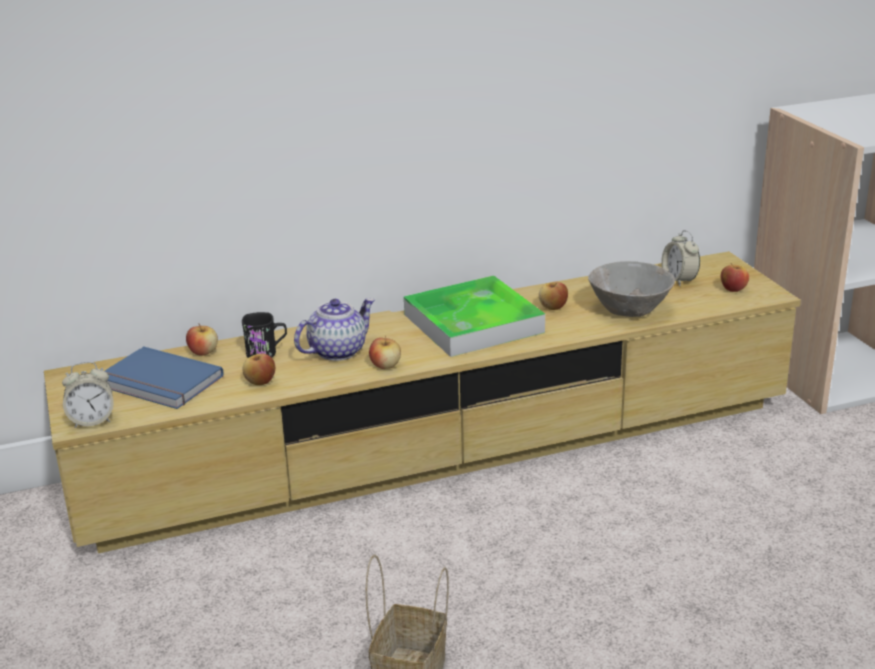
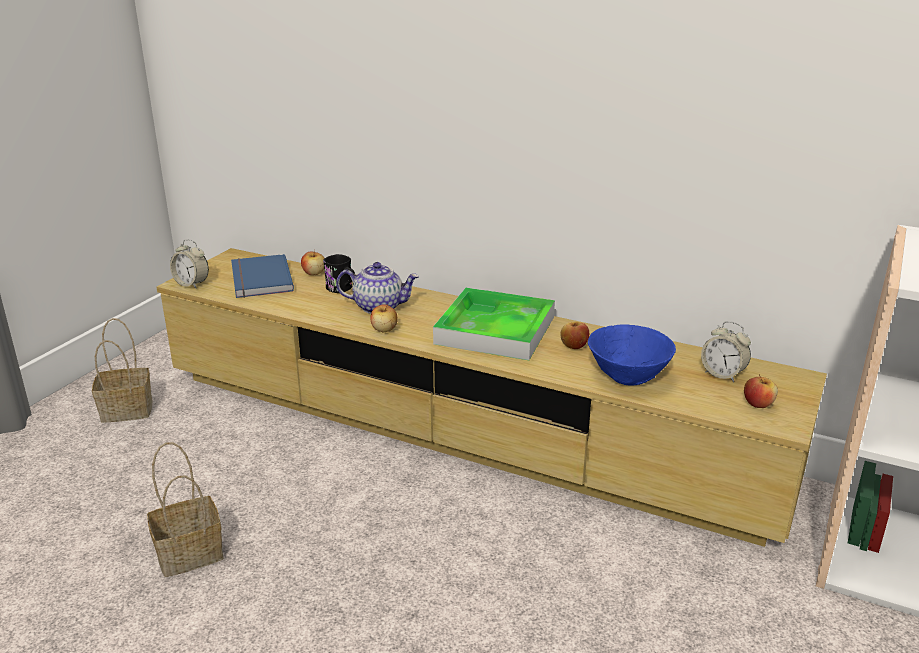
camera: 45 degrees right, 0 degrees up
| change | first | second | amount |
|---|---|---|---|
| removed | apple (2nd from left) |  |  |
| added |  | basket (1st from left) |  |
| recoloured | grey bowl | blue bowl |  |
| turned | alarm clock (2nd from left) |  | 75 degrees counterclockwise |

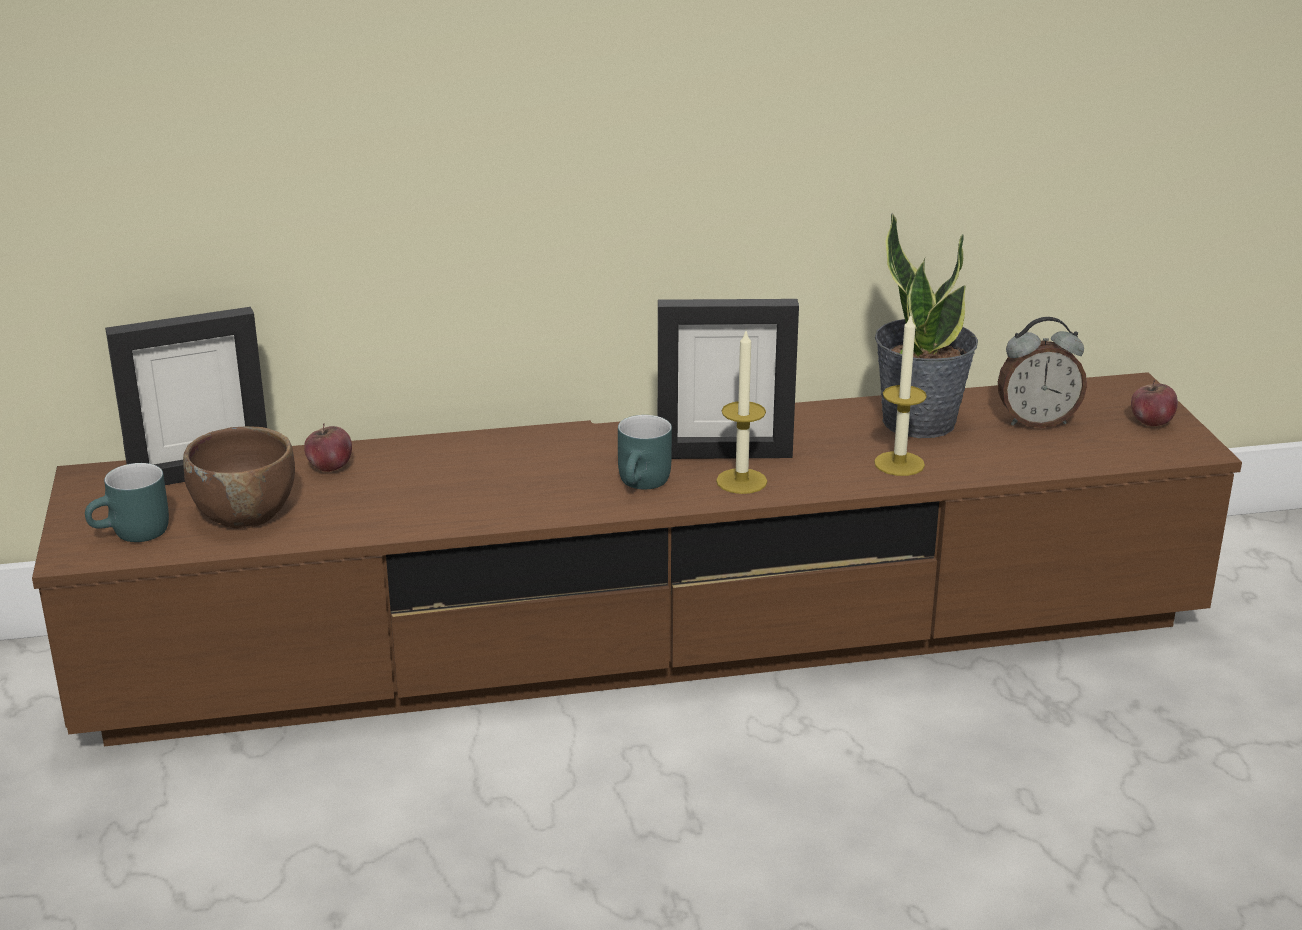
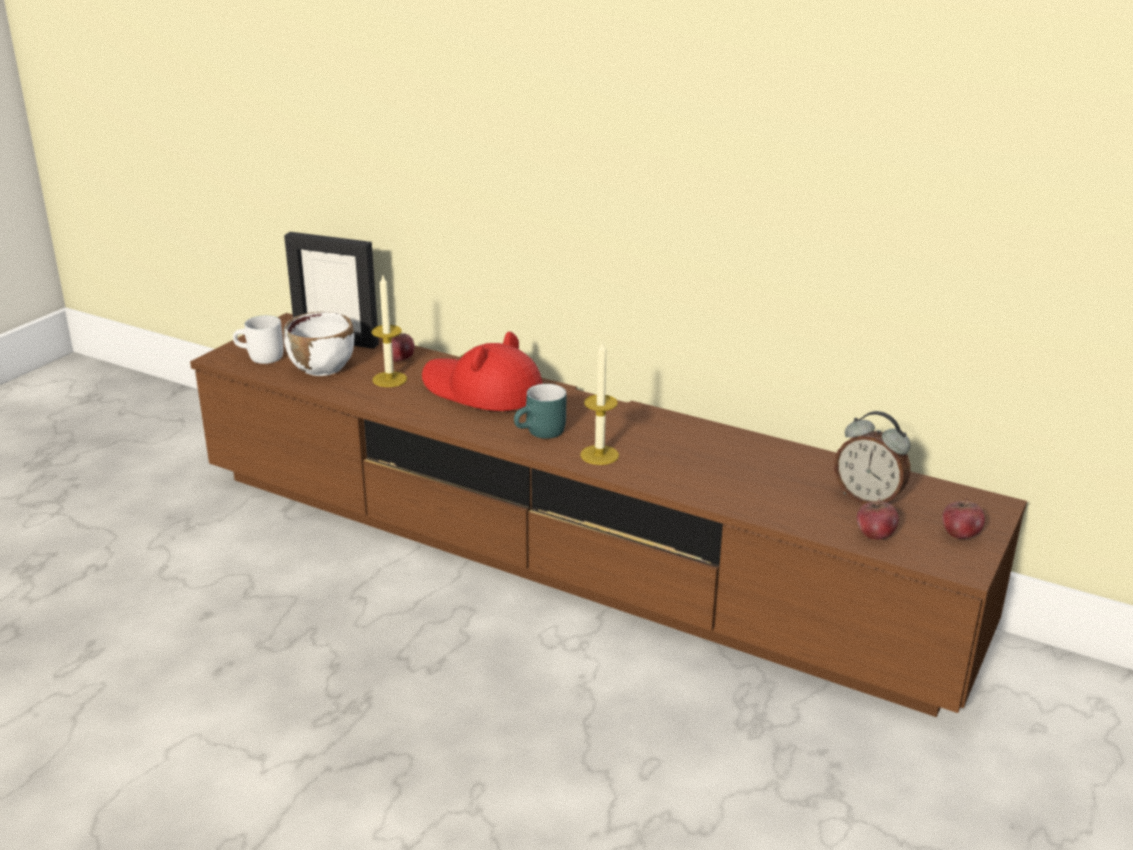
camera: 40 degrees right, 0 degrees up
| change | first | second | amount |
|---|---|---|---|
| removed | picture frame (2nd from left) |  |  |
| removed | potted plant |  |  |
| added |  | red hat |  |
| added |  | apple (2nd from left) |  |
| moved | candle (2nd from left in the first image) | candle (1st from left) |  |
| recoloured | turquoise mug (1st from left) | white mug |  |
| recoloured | brown bowl | white bowl |  |

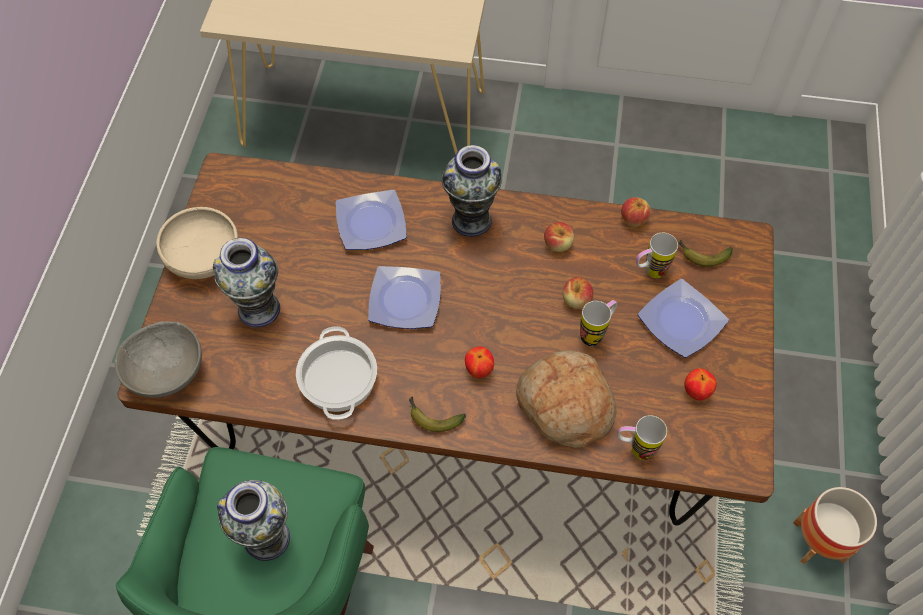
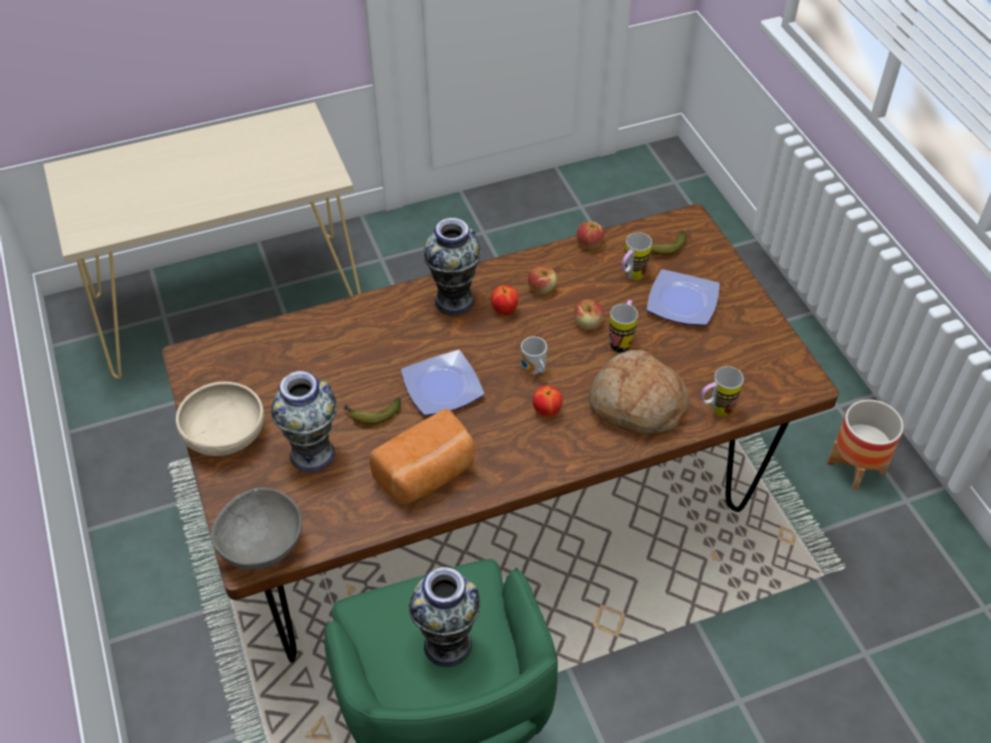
camera: 30 degrees left, 10 degrees down
| change | first | second | amount |
|---|---|---|---|
| removed | plate (1st from left) |  |  |
| added |  | mug (1st from left) |  |
| moved | banana (1st from left) |  |  |
| moved | apple (5th from left in the first image) | apple (1st from left) |  |
| replaced | cooking pot | bread (1st from left) |  |

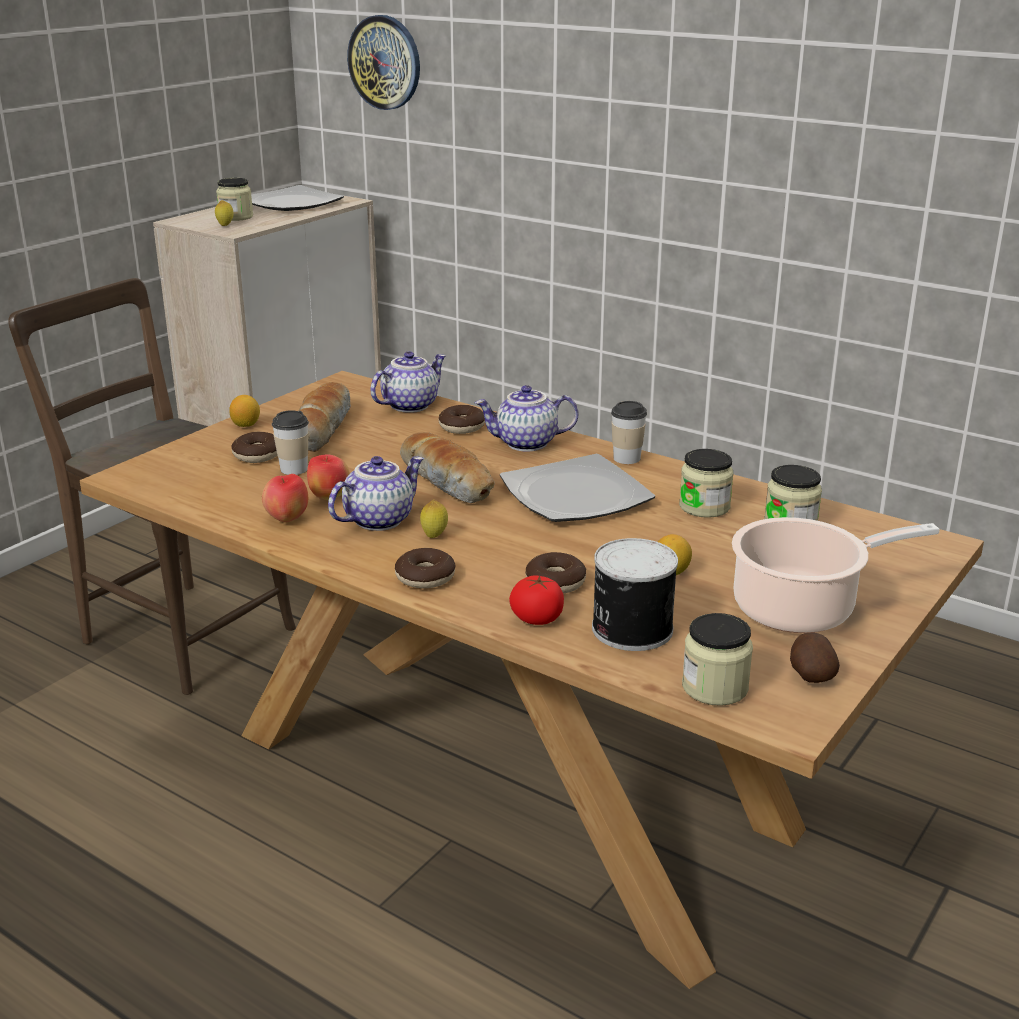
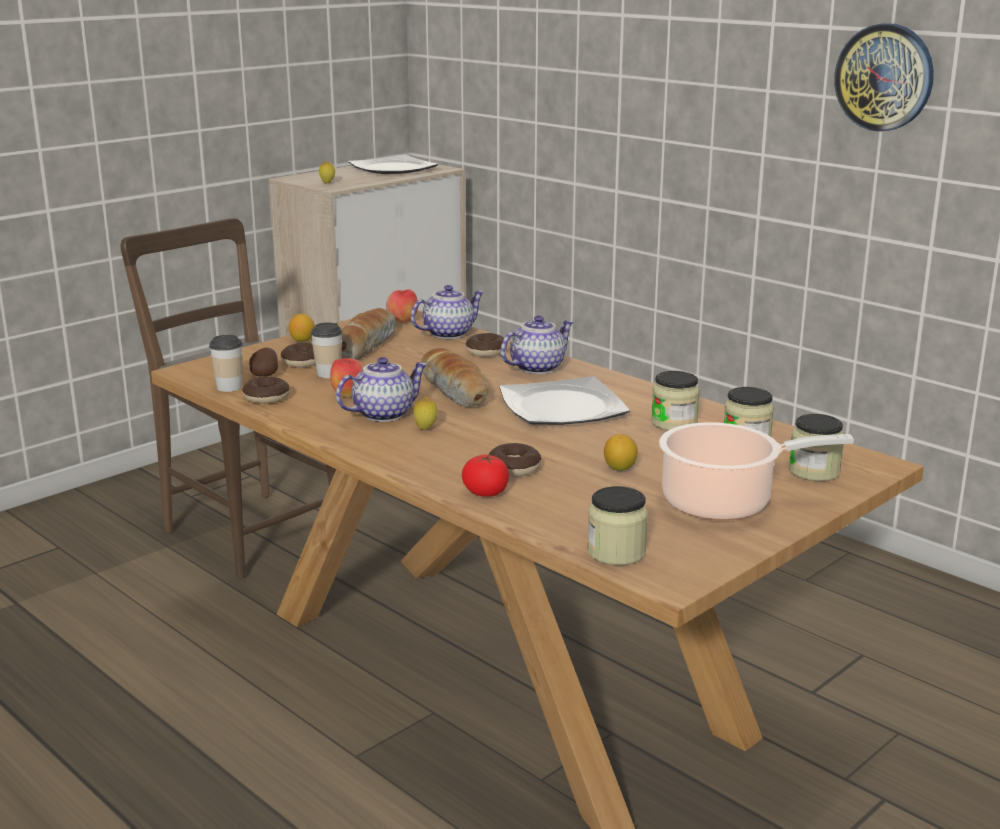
camera: 10 degrees right, 5 degrees down
| change | first | second | amount |
|---|---|---|---|
| removed | can |  |  |
| moved | jar (1st from left in the first image) | jar (4th from left) |  |
| moved | apple (1st from left in the first image) | apple (2nd from left) |  |
| moved | wall clock |  |  |
| moved | donut (2nd from left in the first image) | donut (1st from left) |  |
| moved | cup (2nd from left in the first image) | cup (1st from left) |  |
| moved | potato |  |  |
| turned | teapot (3rd from left) |  | 135 degrees clockwise |

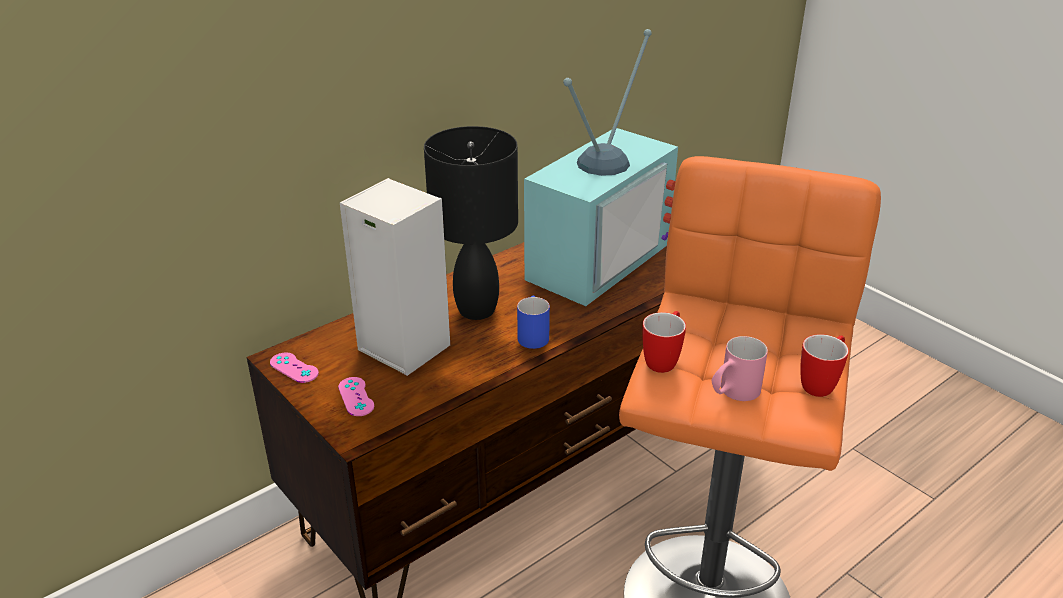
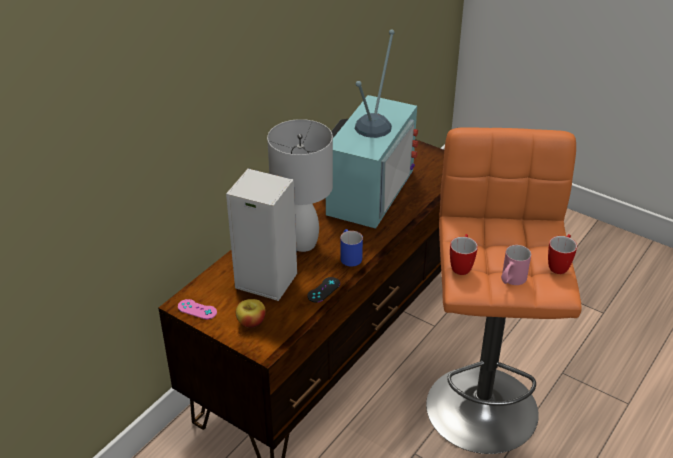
camera: 15 degrees left, 5 degrees up
| change | first | second | amount |
|---|---|---|---|
| added |  | black game controller |  |
| replaced | pink game controller (2nd from left) | apple |  |
| recoloured | black table lamp | white table lamp |  |

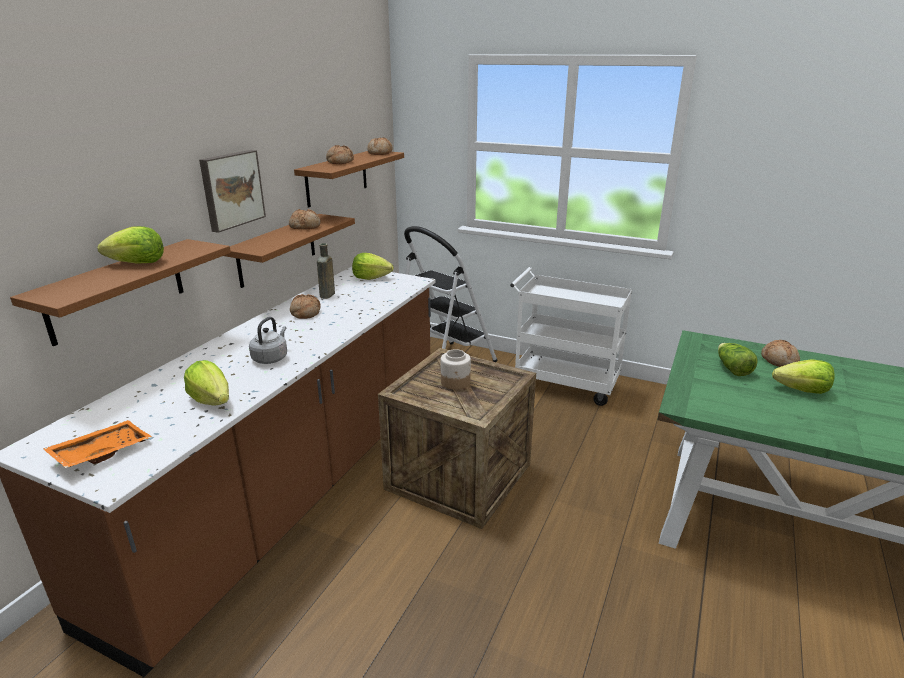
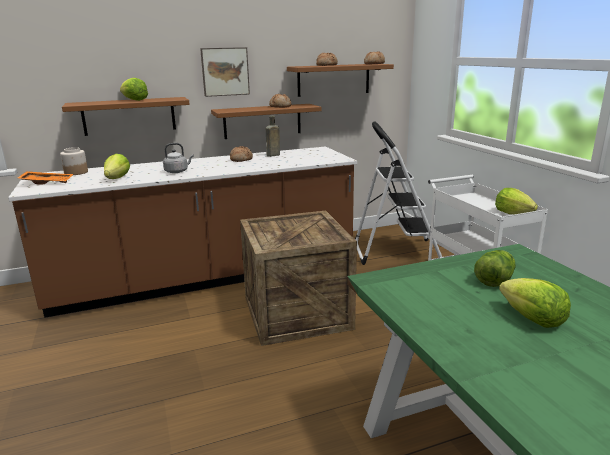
camera: 45 degrees right, 5 degrees down
| change | first | second | amount |
|---|---|---|---|
| removed | bread (5th from left) |  |  |
| moved | lettuce (3rd from left in the first image) | lettuce (4th from left) |  |
| moved | jar |  |  |

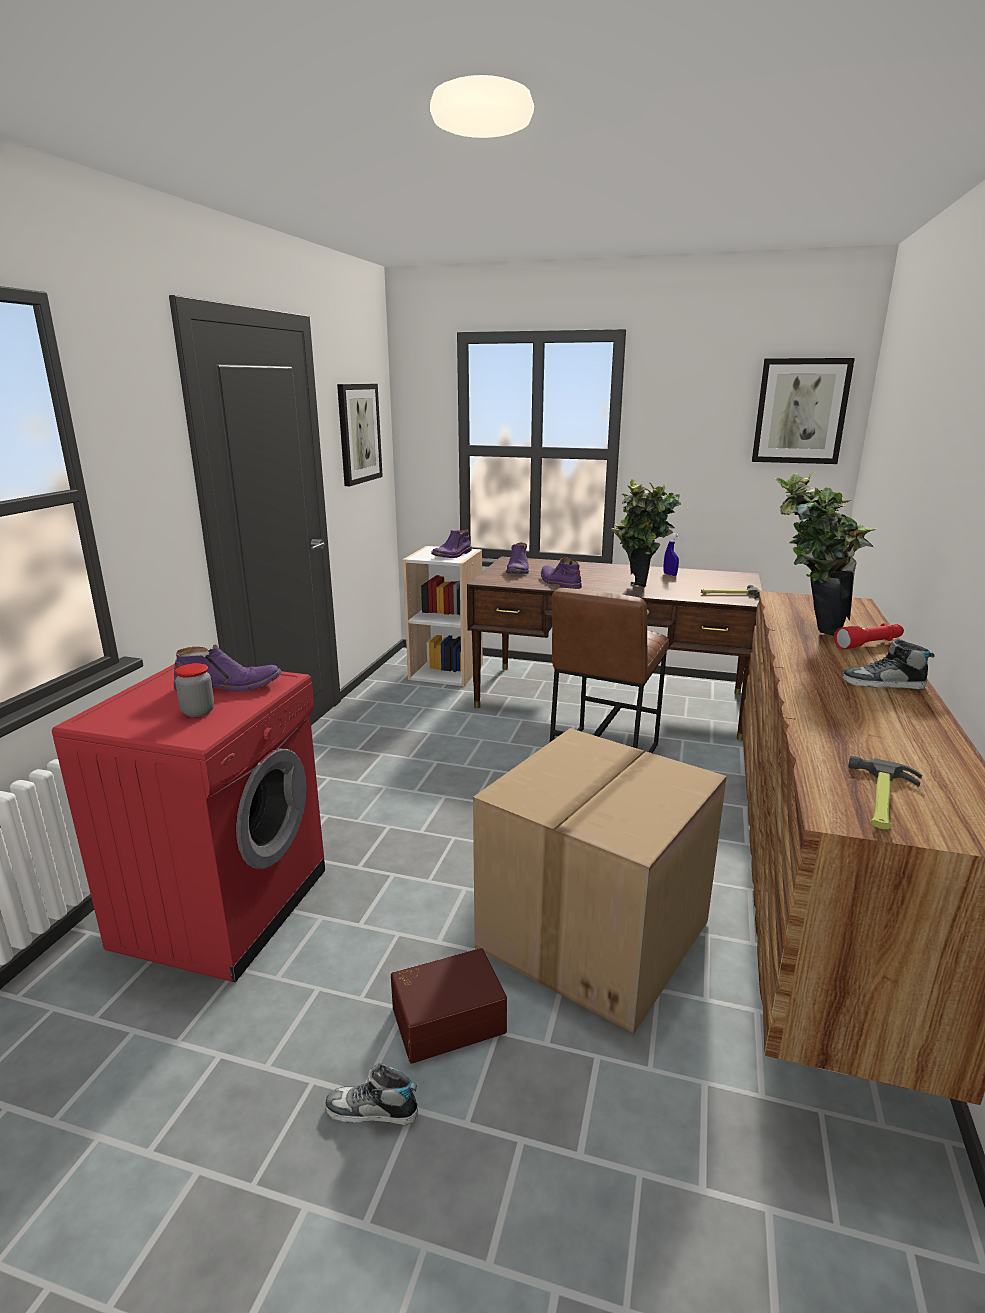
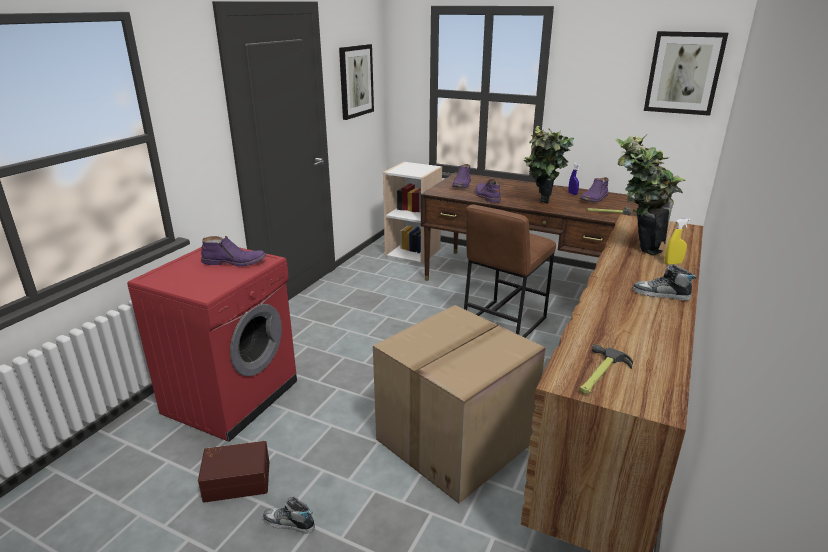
camera: 10 degrees right, 5 degrees up
| change | first | second | amount |
|---|---|---|---|
| removed | jar |  |  |
| moved | brown storage box |  |  |
| moved | purple boot (2nd from left in the first image) | purple boot (4th from left) |  |
| replaced | red flashlight | yellow spray bottle |  |

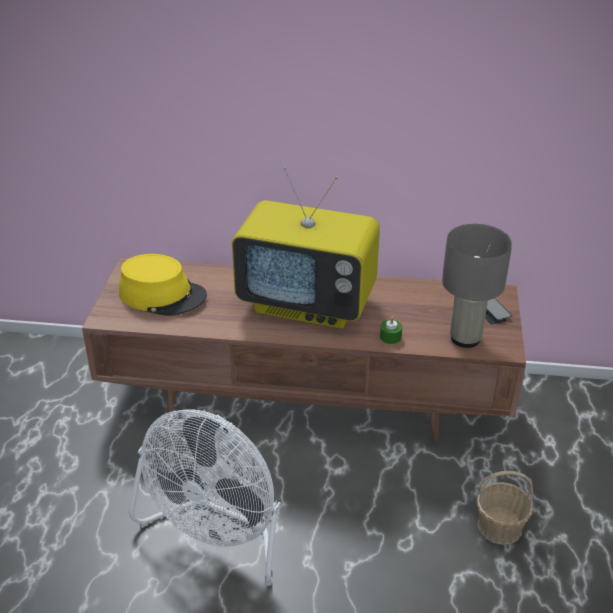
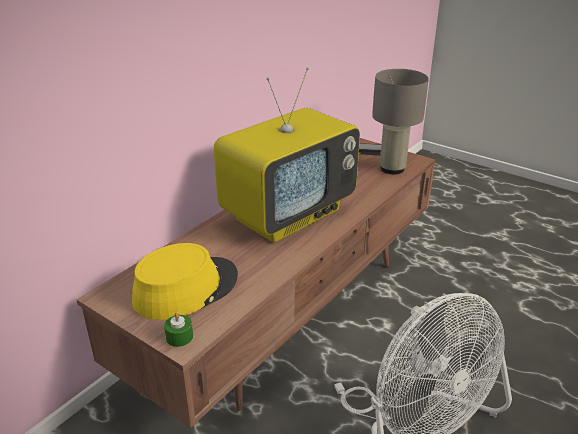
camera: 60 degrees left, 5 degrees down
| change | first | second | amount |
|---|---|---|---|
| removed | basket |  |  |
| moved | green candle |  |  |

